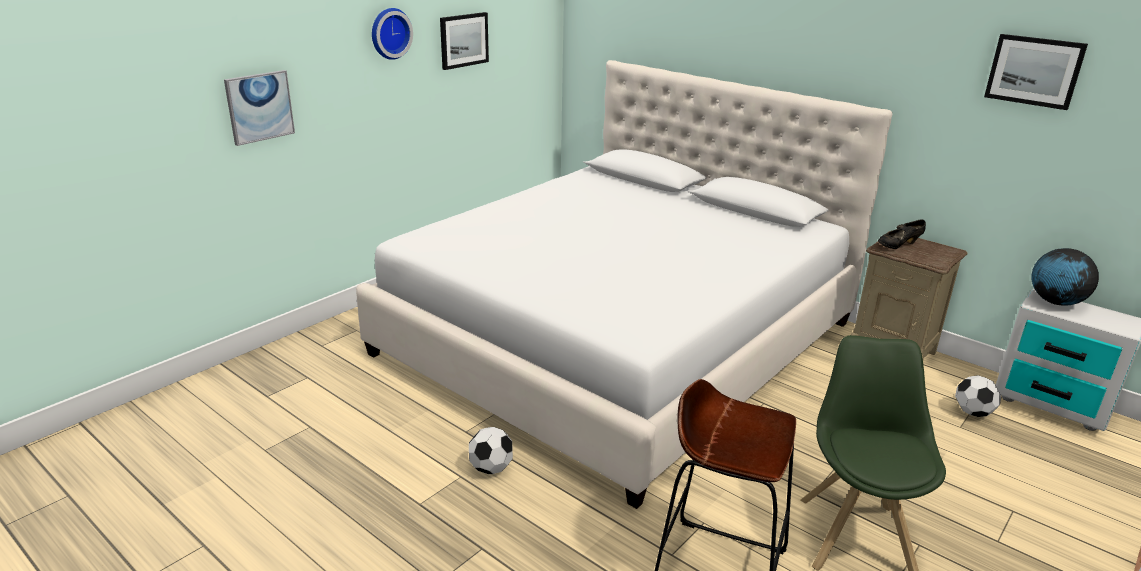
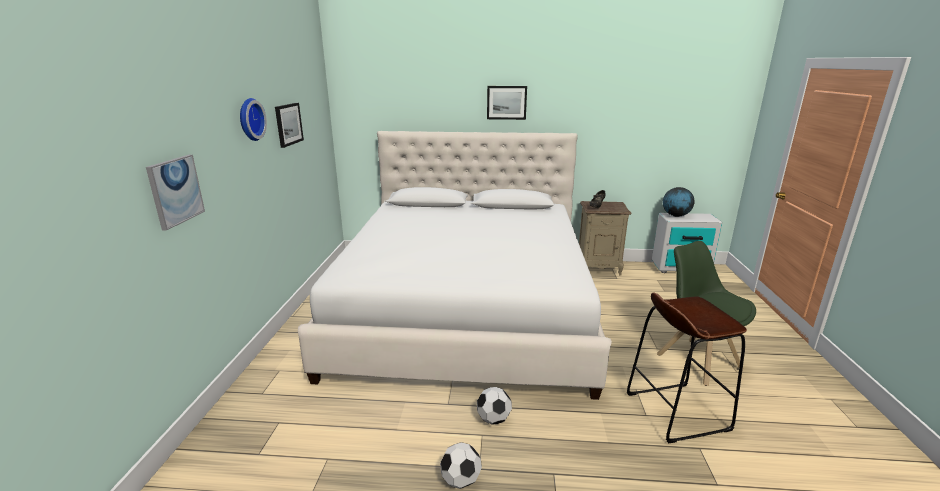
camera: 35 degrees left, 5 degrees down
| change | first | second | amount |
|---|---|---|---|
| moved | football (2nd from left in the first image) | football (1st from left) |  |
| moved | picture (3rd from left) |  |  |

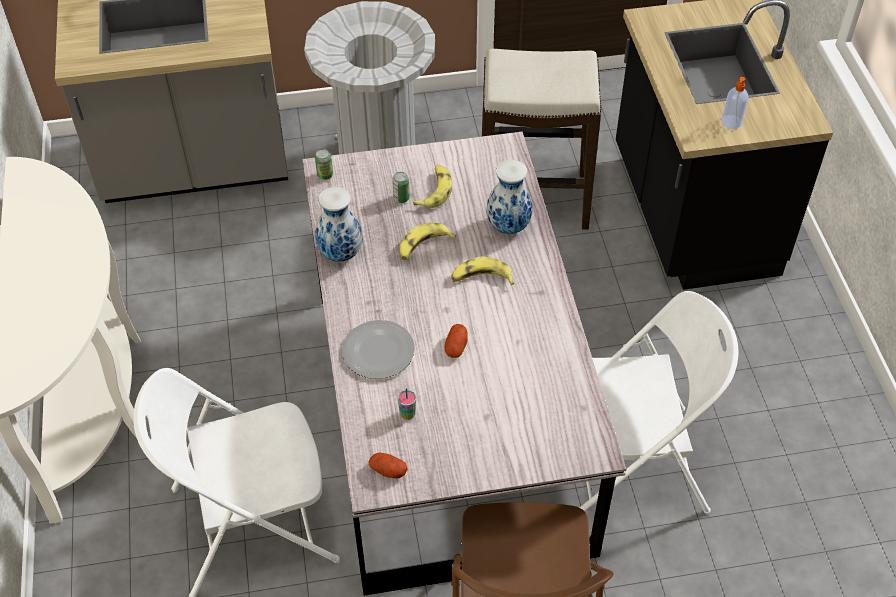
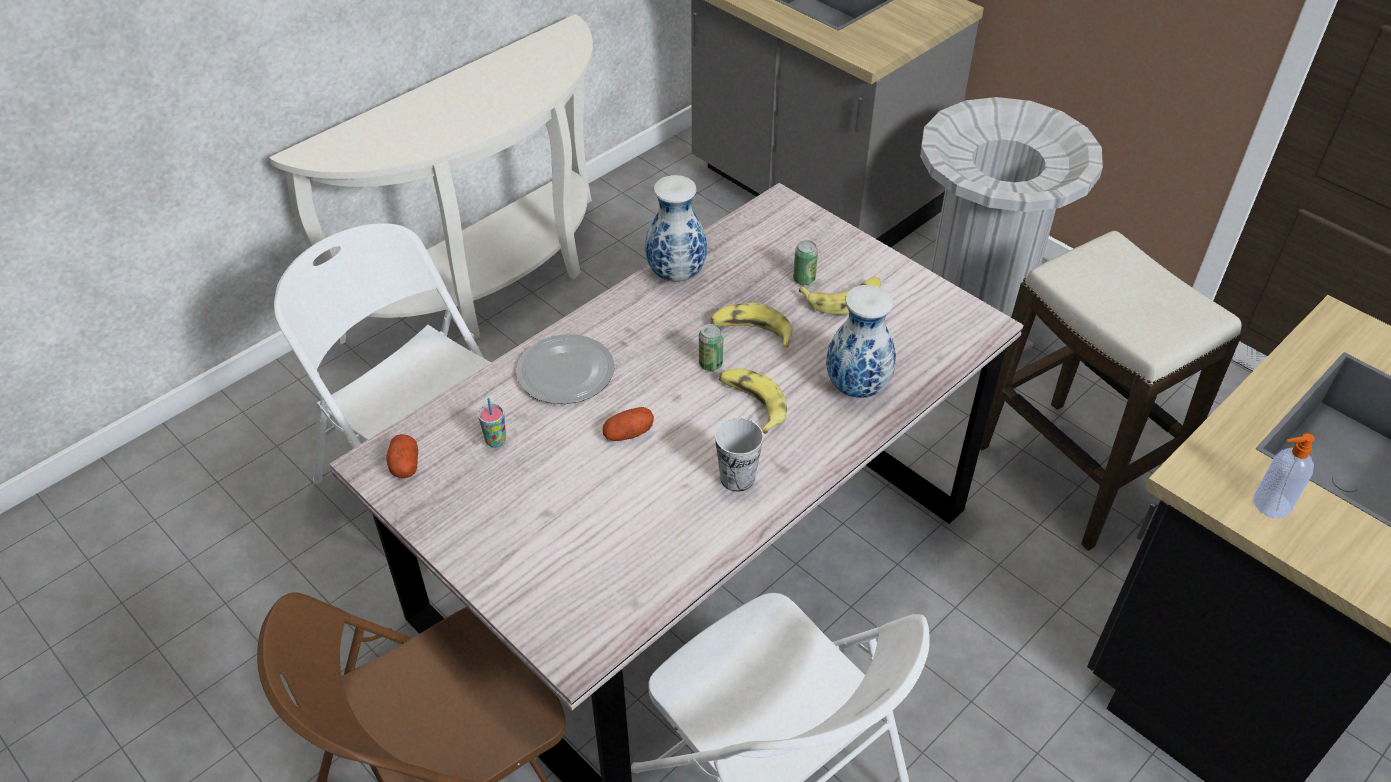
camera: 55 degrees right, 5 degrees down
| change | first | second | amount |
|---|---|---|---|
| added |  | cup (2nd from left) |  |
| moved | can (1st from left) |  |  |

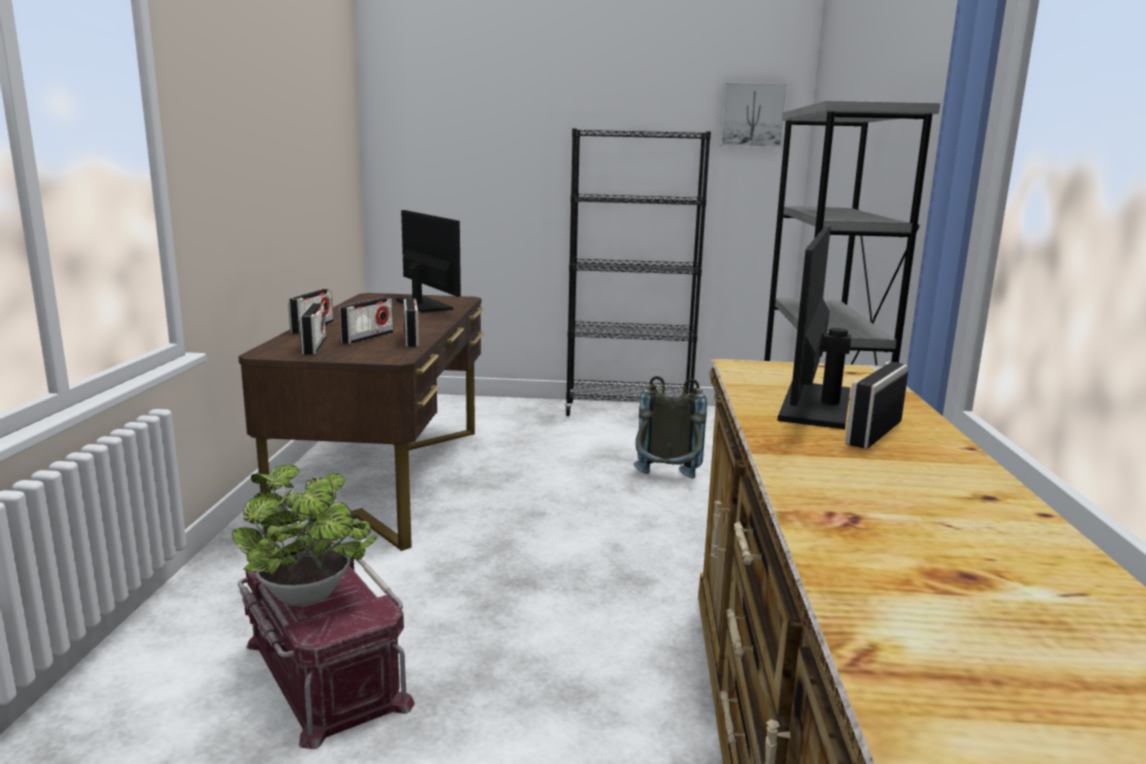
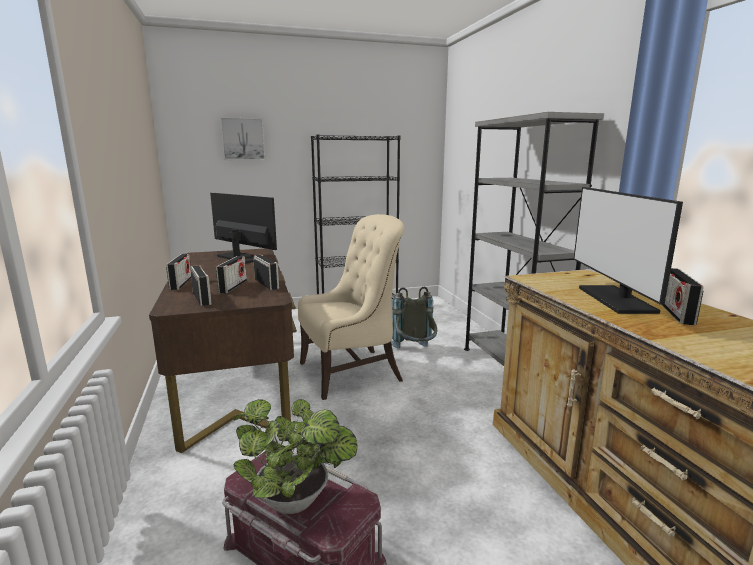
camera: 20 degrees left, 0 degrees up
| change | first | second | amount |
|---|---|---|---|
| added |  | beige chair |  |
| moved | picture |  |  |

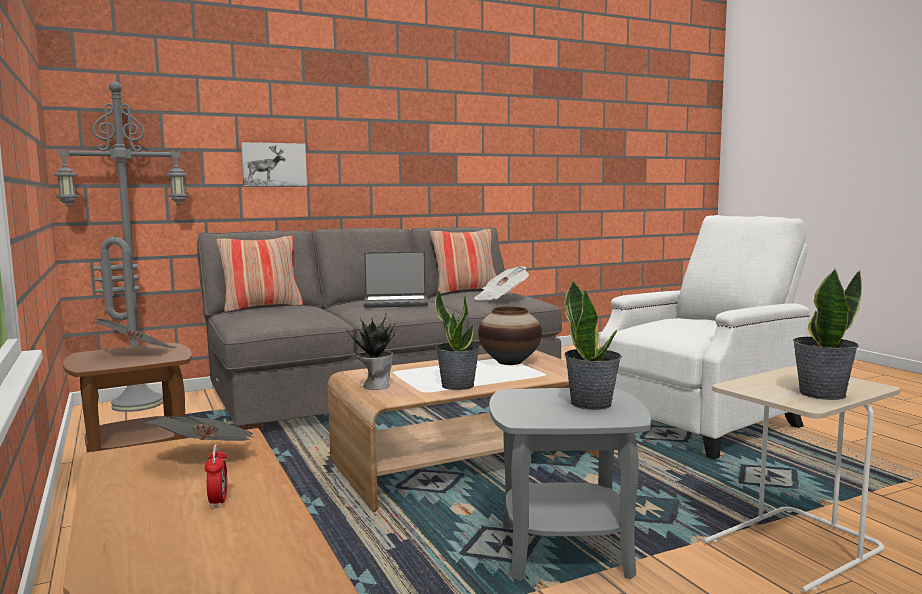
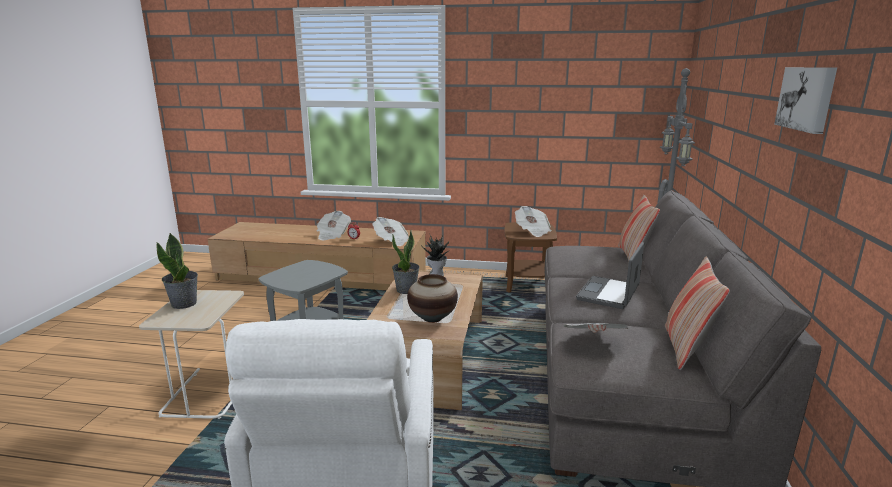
camera: 125 degrees right, 10 degrees up
| change | first | second | amount |
|---|---|---|---|
| removed | potted plant (3rd from left) |  |  |
| added |  | newspaper (1st from left) |  |
| moved | picture |  |  |

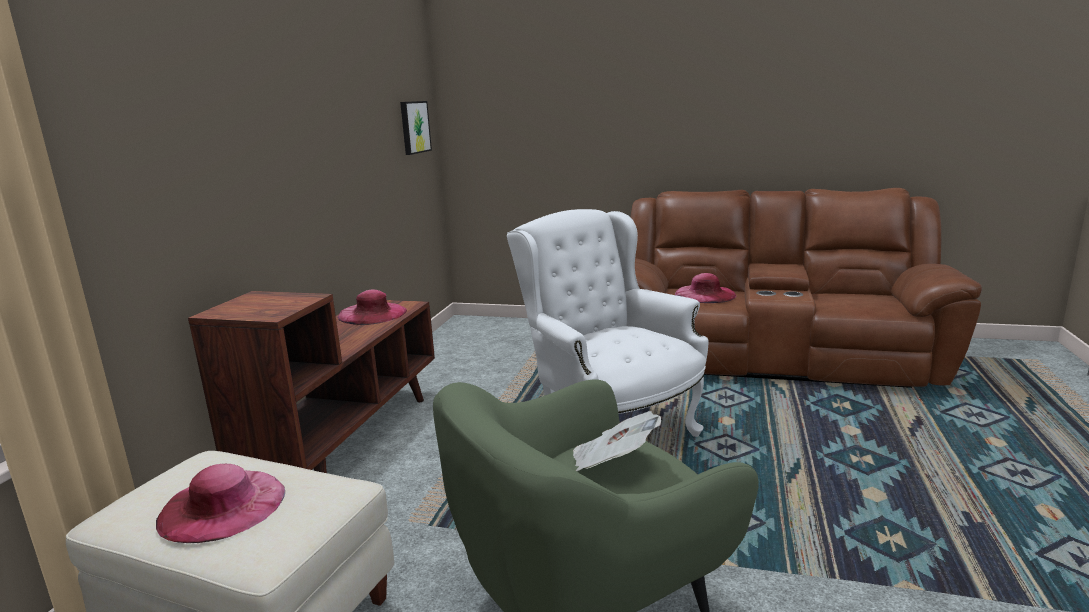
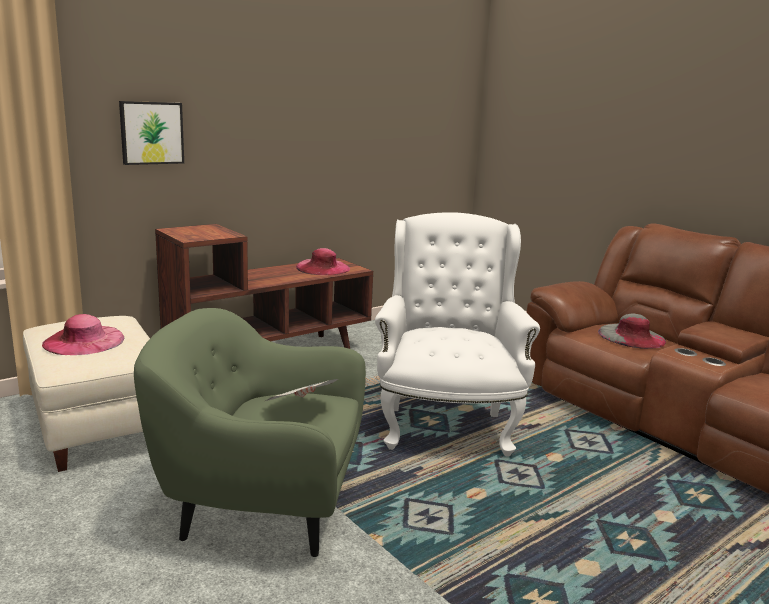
camera: 35 degrees right, 0 degrees up
| change | first | second | amount |
|---|---|---|---|
| moved | picture |  |  |
| recoloured | pink hat (3rd from left) | grey hat |  |

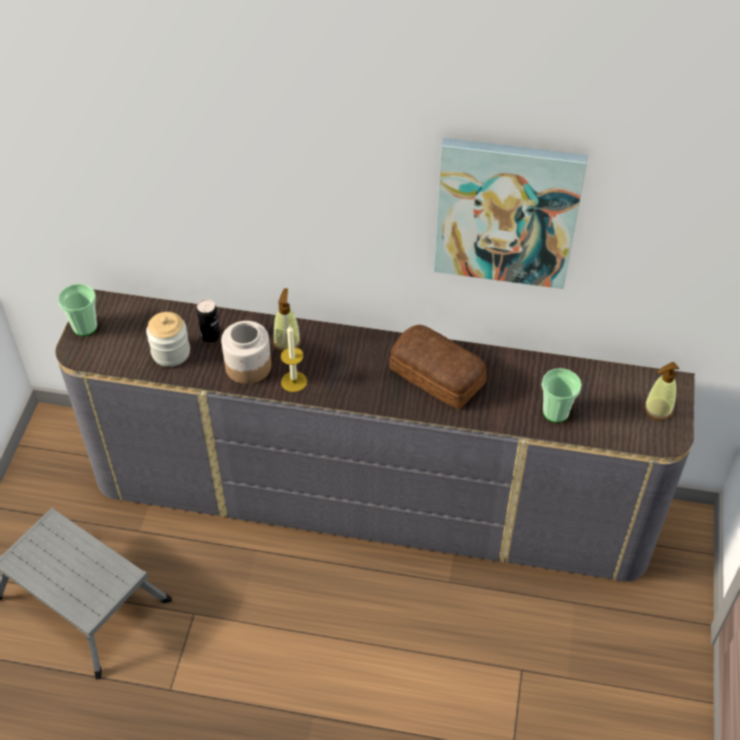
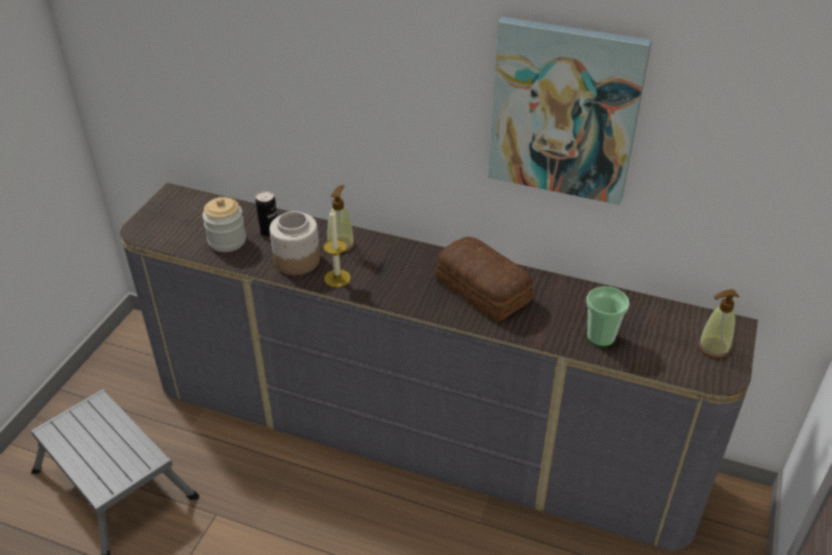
camera: 10 degrees right, 10 degrees down
| change | first | second | amount |
|---|---|---|---|
| removed | cup (1st from left) |  |  |

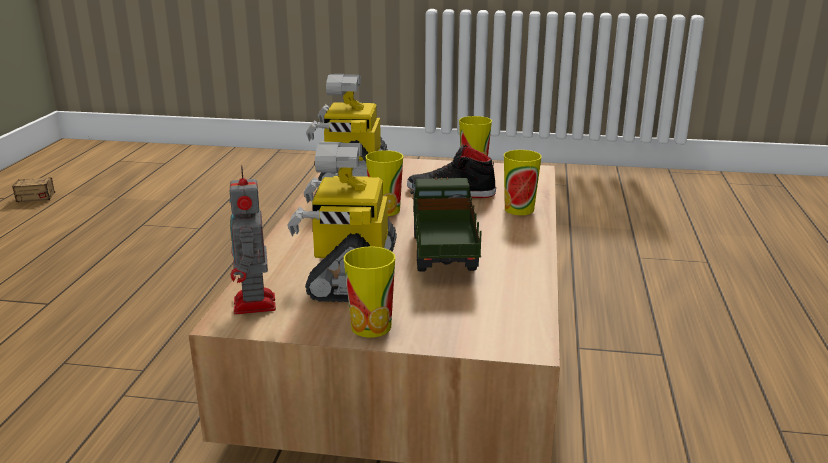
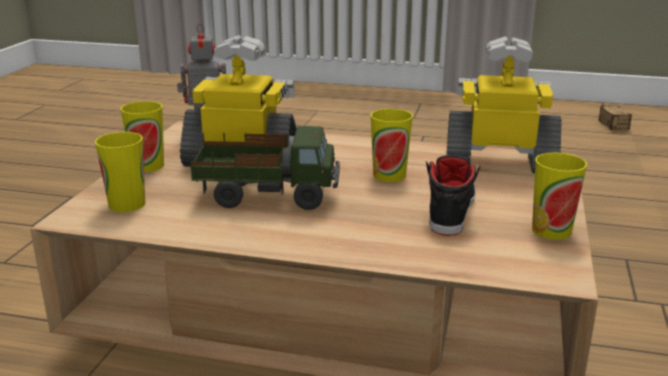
camera: 95 degrees right, 0 degrees up
| change | first | second | amount |
|---|---|---|---|
| moved | cup (4th from left in the first image) | cup (1st from left) |  |

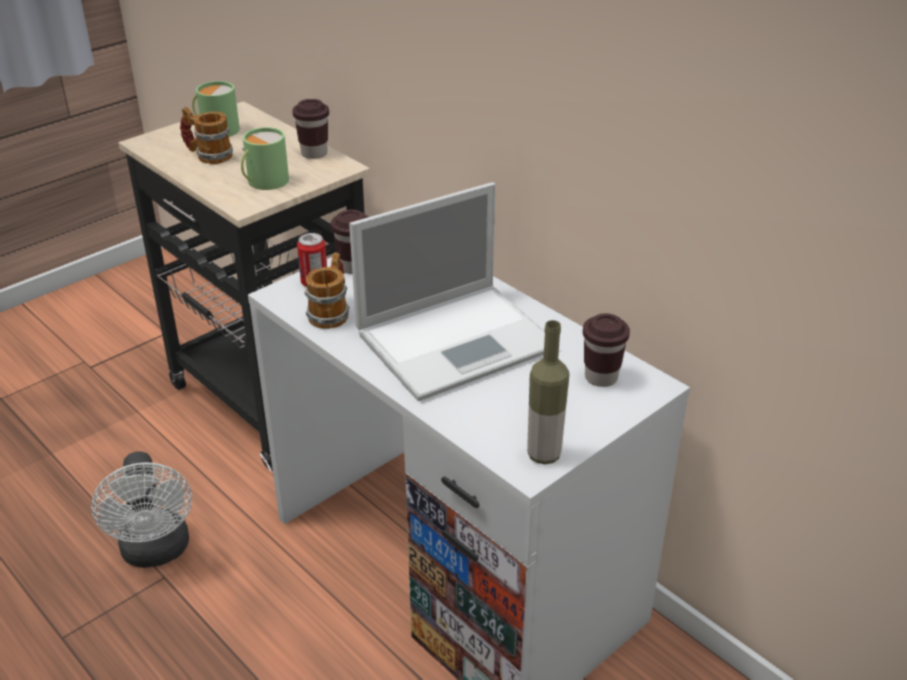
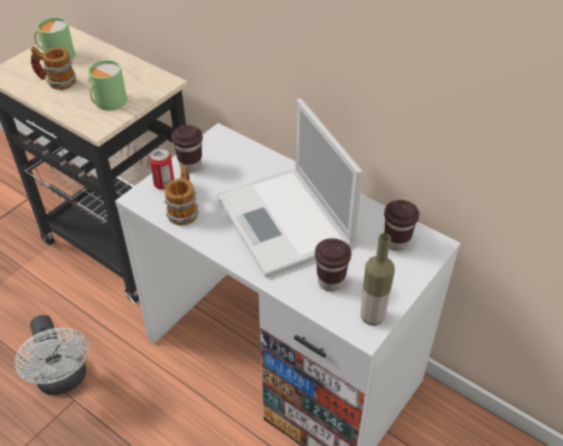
camera: 10 degrees left, 10 degrees up
| change | first | second | amount |
|---|---|---|---|
| moved | brown cup (1st from left in the first image) | brown cup (2nd from left) |  |
| turned | laptop |  | 105 degrees clockwise |

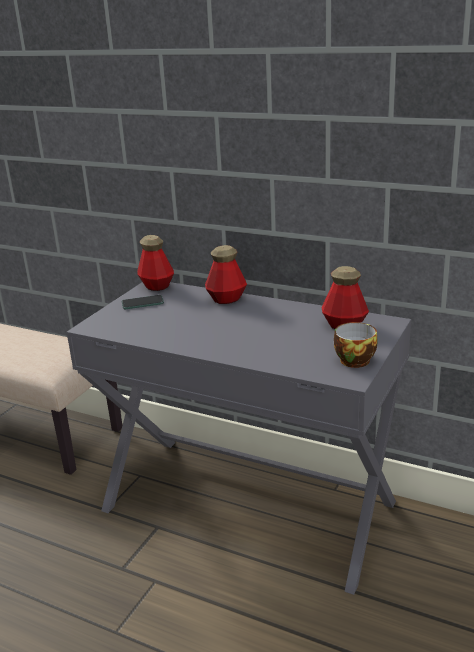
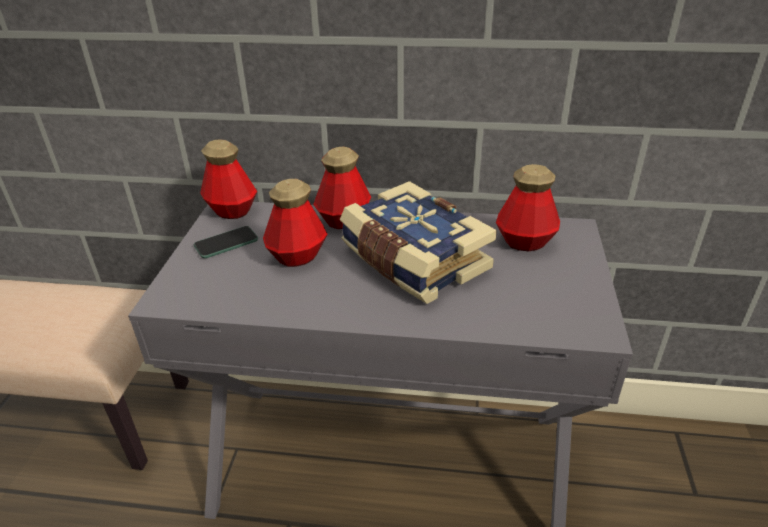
camera: 20 degrees left, 10 degrees up
| change | first | second | amount |
|---|---|---|---|
| removed | cup |  |  |
| added |  | bottle (2nd from left) |  |
| added |  | book |  |

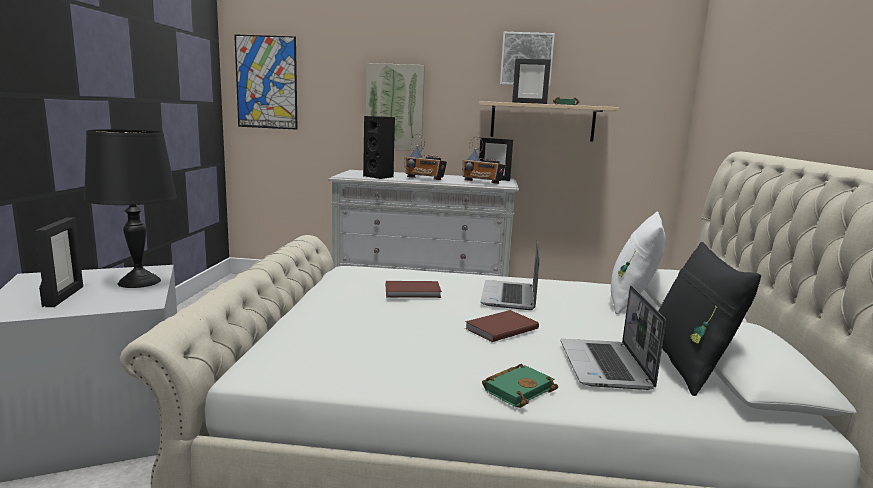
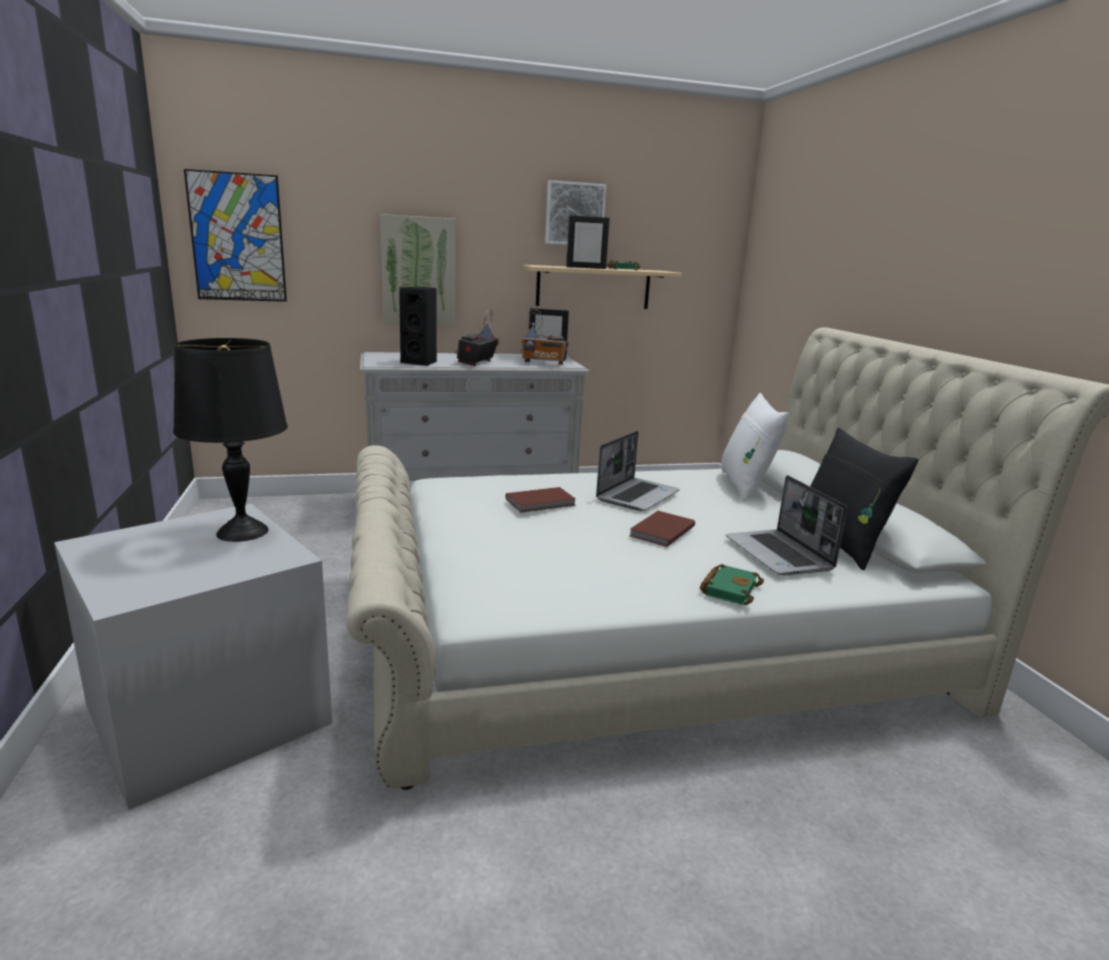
camera: 20 degrees left, 5 degrees up
| change | first | second | amount |
|---|---|---|---|
| removed | picture frame (1st from left) |  |  |
| turned | radio (1st from left) |  | 105 degrees clockwise |
| turned | laptop (1st from left) |  | 135 degrees counterclockwise |

